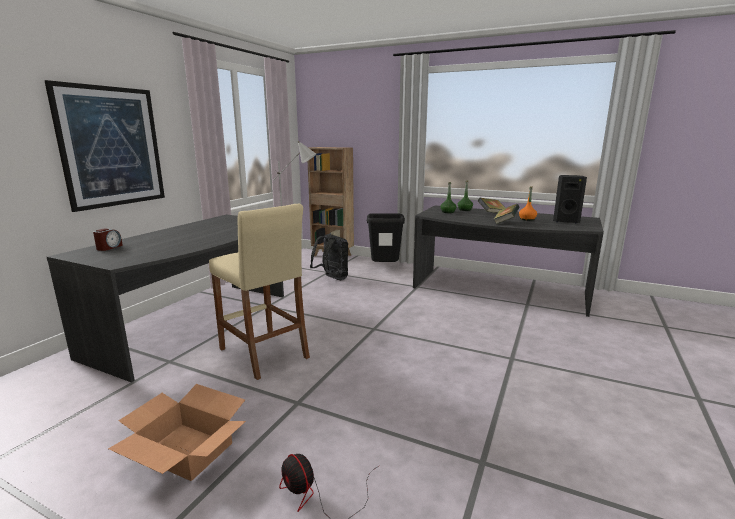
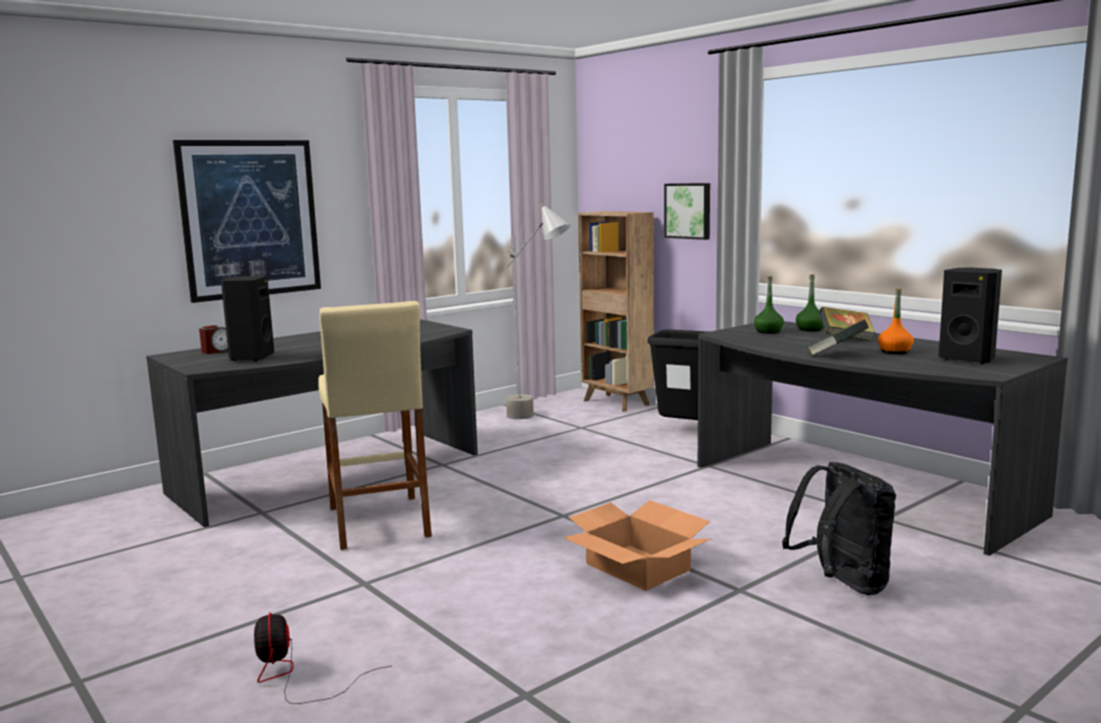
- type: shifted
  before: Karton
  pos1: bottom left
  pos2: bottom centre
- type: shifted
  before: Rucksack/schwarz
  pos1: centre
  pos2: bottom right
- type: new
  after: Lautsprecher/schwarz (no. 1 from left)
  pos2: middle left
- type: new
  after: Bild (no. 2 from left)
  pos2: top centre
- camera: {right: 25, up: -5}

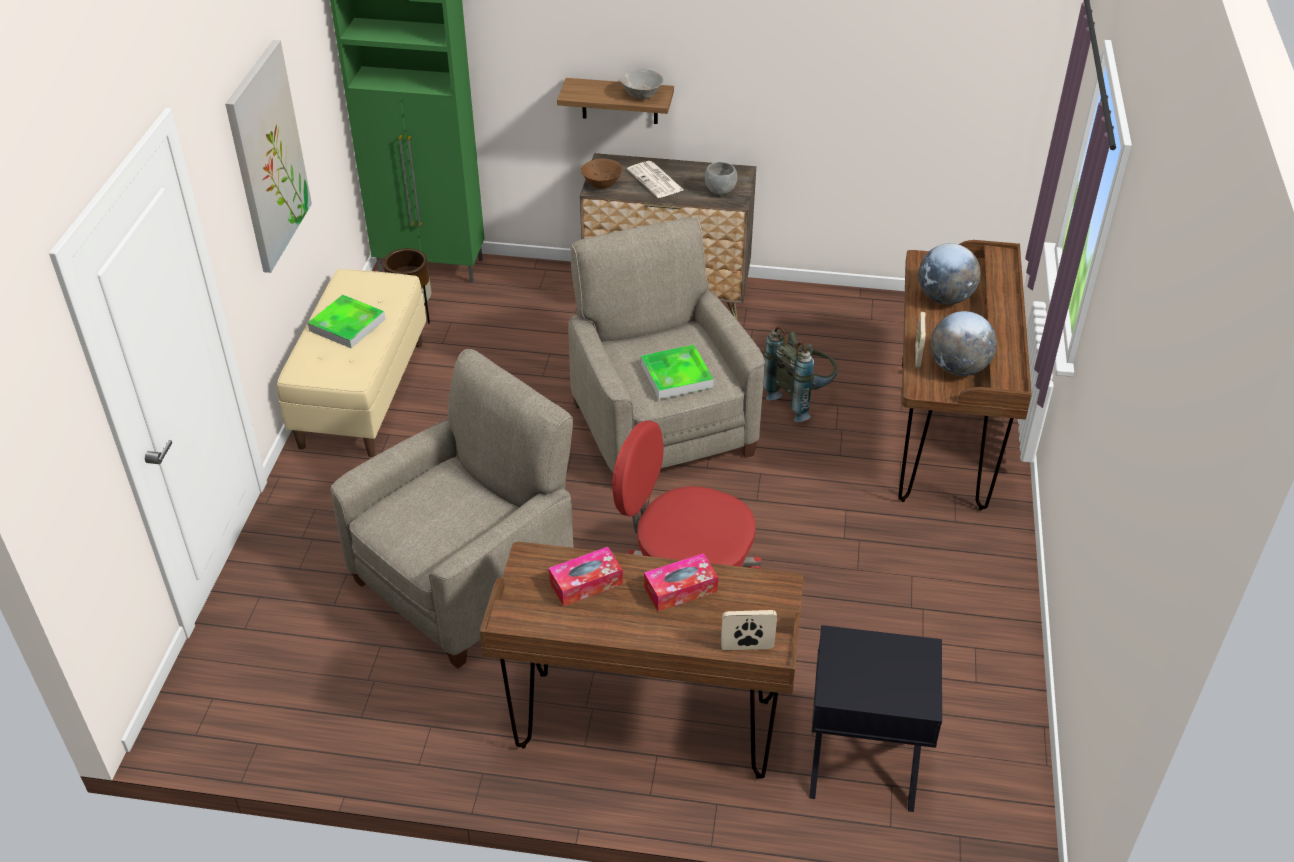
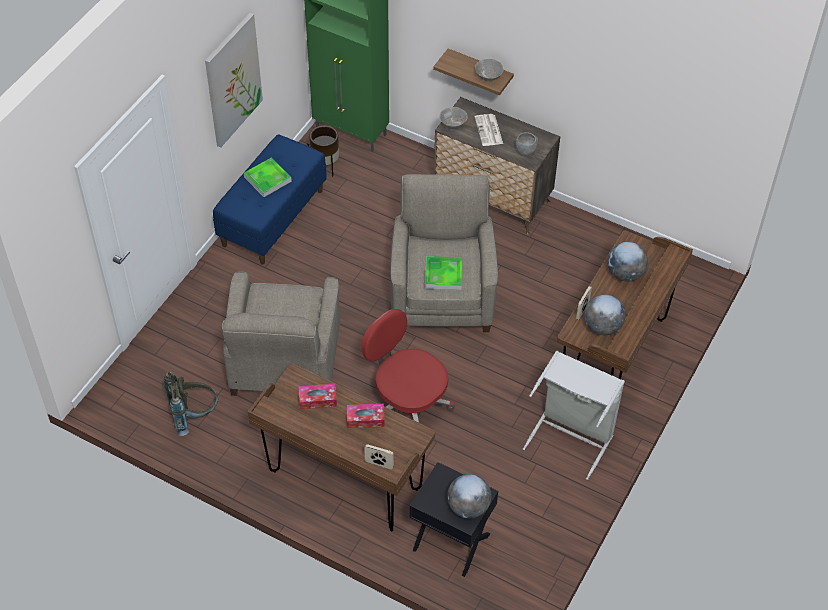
- type: repainted
  before: Bank/beige
  after: Bank/blau
  pos1: middle left
  pos2: top left
- type: rotated
  before: Sessel/beige (no. 1 from left)
  pos1: centre
  pos2: centre
  turn: 120
- type: repainted
  before: Schüssel/braun
  after: Schüssel/grau (no. 1 from left)
  pos1: top centre
  pos2: top centre
- type: shifted
  before: Rucksack/grau
  pos1: centre
  pos2: middle left
- type: new
  after: Globus (no. 1 from left)
  pos2: bottom centre
- type: new
  after: Wäschekorb/grau
  pos2: bottom right
- camera: {right: 20, up: 10}

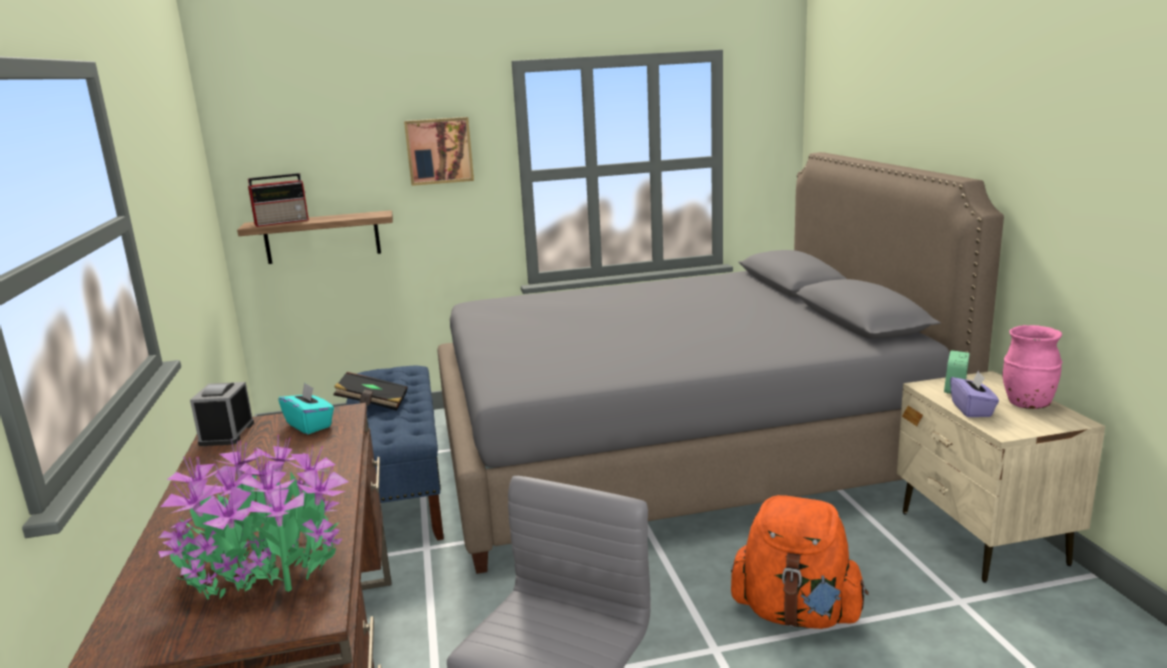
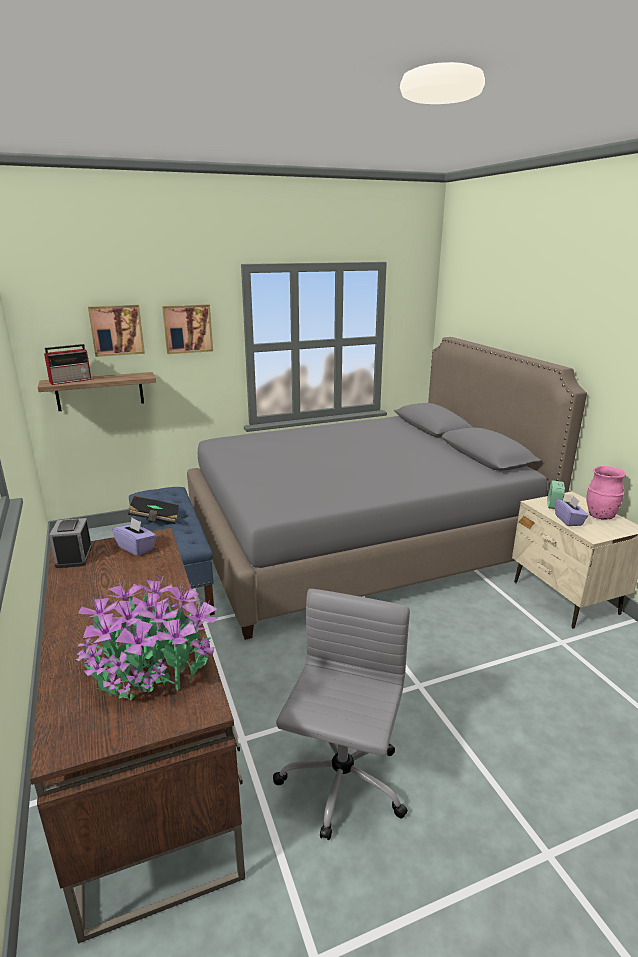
- type: repainted
  before: Taschentuchbox/türkis
  after: Taschentuchbox/lila (no. 1 from left)
  pos1: middle left
  pos2: middle left
- type: gone
  before: Rucksack/orange
  pos1: bottom right
- type: new
  after: Bild (no. 1 from left)
  pos2: middle left
- camera: {right: -10, up: 5}

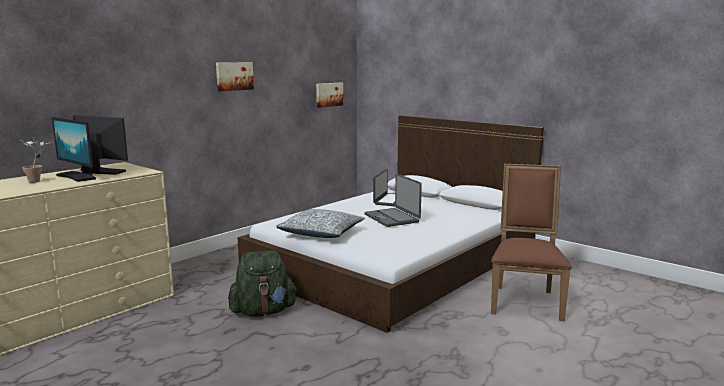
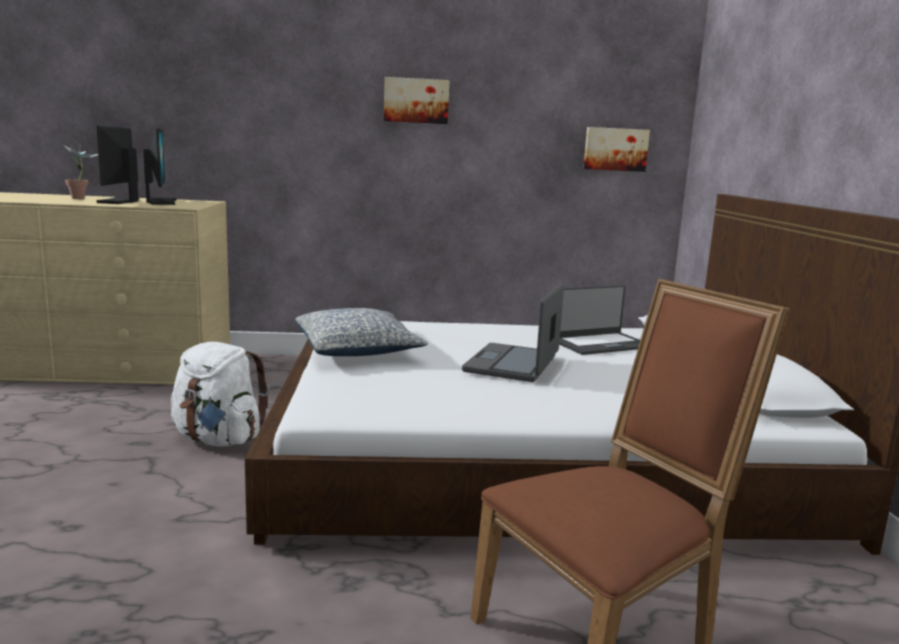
- type: repainted
  before: Rucksack/grün
  after: Rucksack/weiß
  pos1: bottom centre
  pos2: middle left
- camera: {right: 45, up: 0}

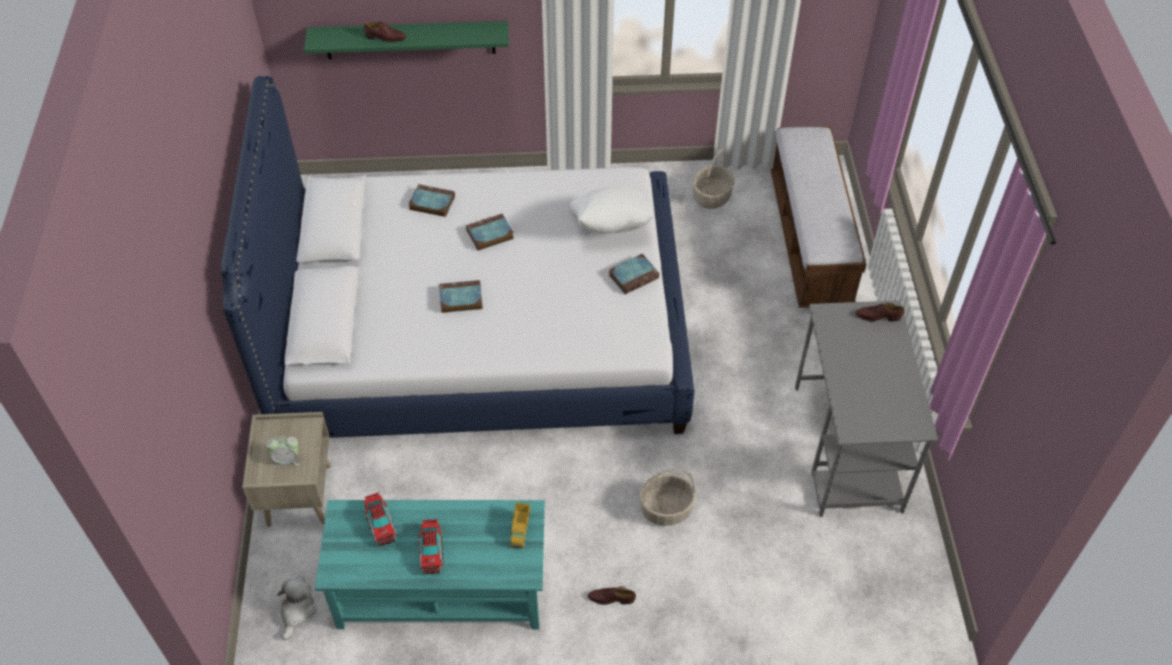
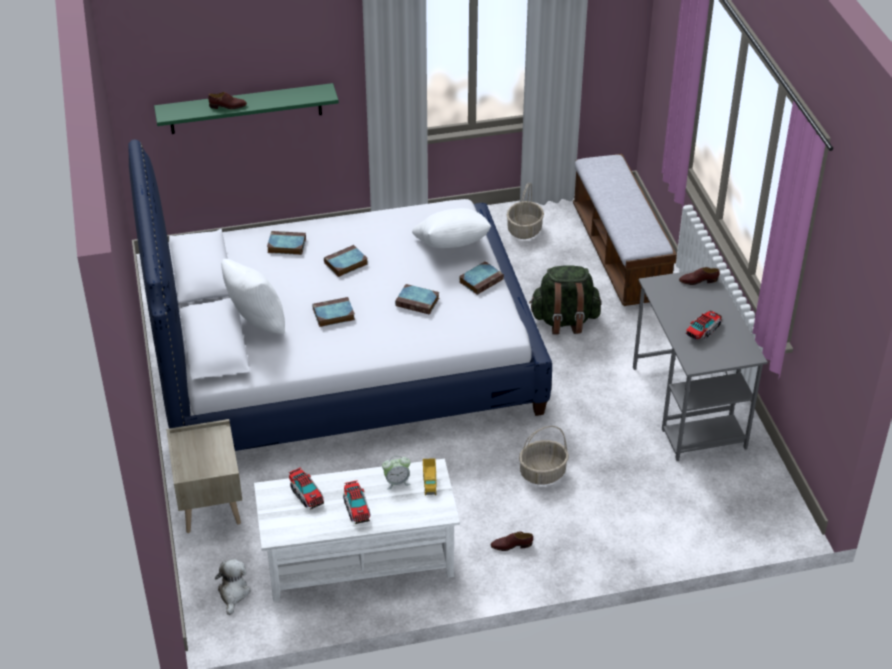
- type: shifted
  before: Wecker
  pos1: bottom left
  pos2: bottom centre
- type: repainted
  before: Couchtisch/türkis
  after: Couchtisch/weiß
  pos1: bottom centre
  pos2: bottom centre
- type: new
  after: Kissen/weiß (no. 1 from left)
  pos2: middle left
- type: new
  after: Buch (no. 4 from left)
  pos2: centre
- type: new
  after: Rucksack/grün
  pos2: centre
- type: new
  after: Spielzeuglaster (no. 4 from left)
  pos2: middle right
- camera: {right: -10, up: -10}

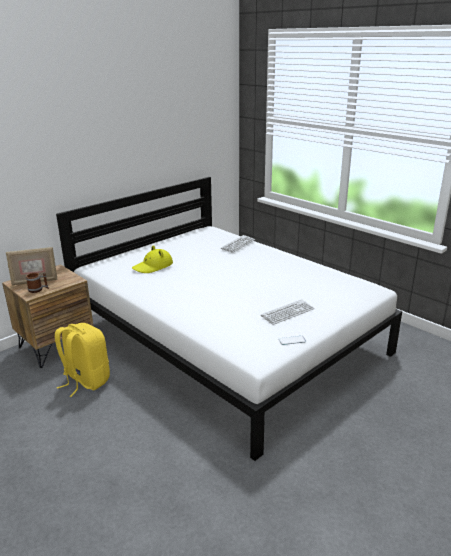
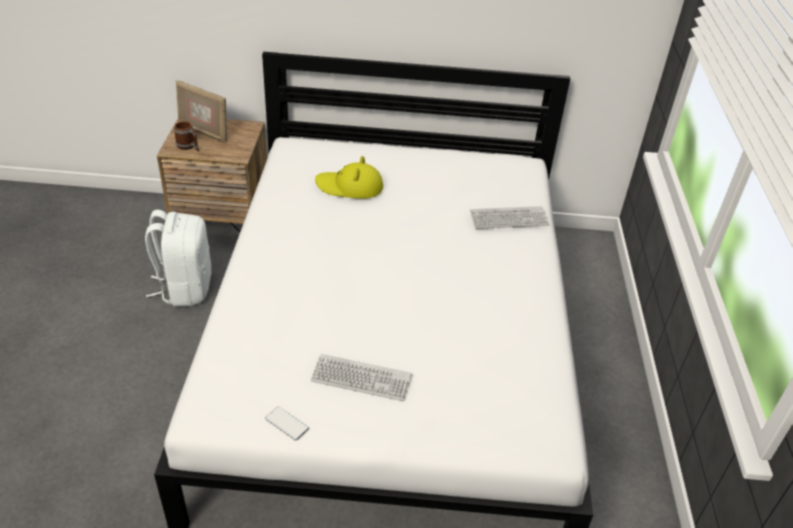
- type: repainted
  before: Rucksack/gelb
  after: Rucksack/weiß
  pos1: middle left
  pos2: middle left
- camera: {right: 45, up: 15}

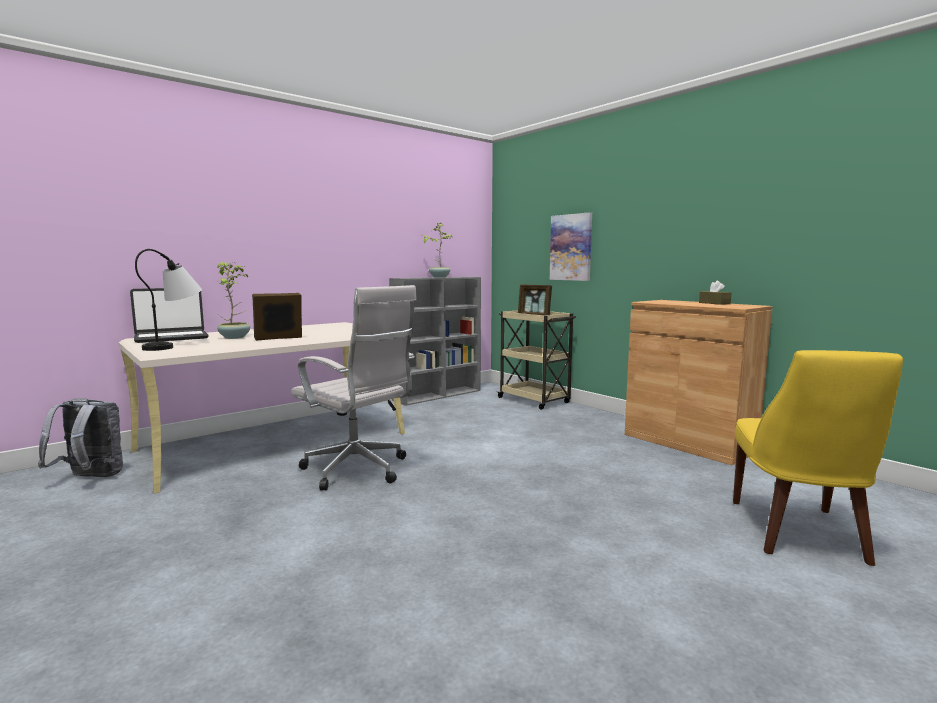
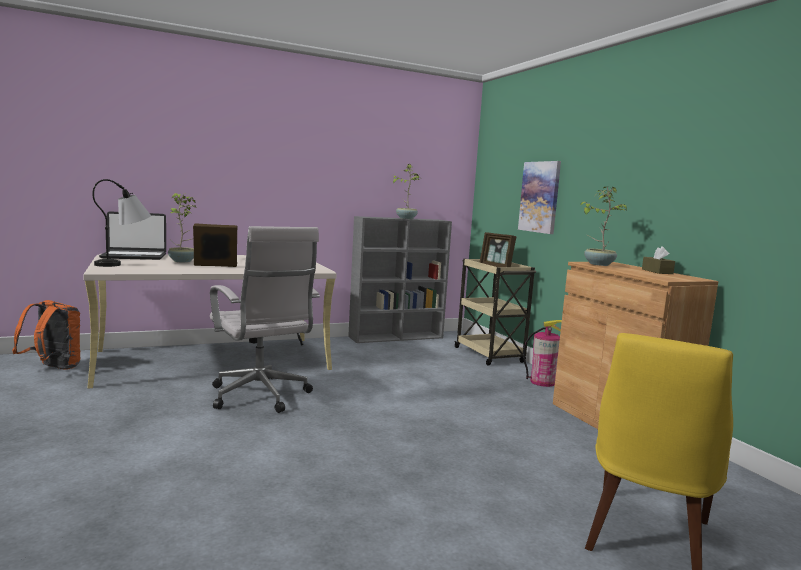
- type: repainted
  before: Rucksack/grau
  after: Rucksack/orange
  pos1: middle left
  pos2: middle left
- type: new
  after: Feuerlöscher
  pos2: middle right
- type: new
  after: Topfpflanze (no. 3 from left)
  pos2: middle right
- camera: {right: 15, up: 0}

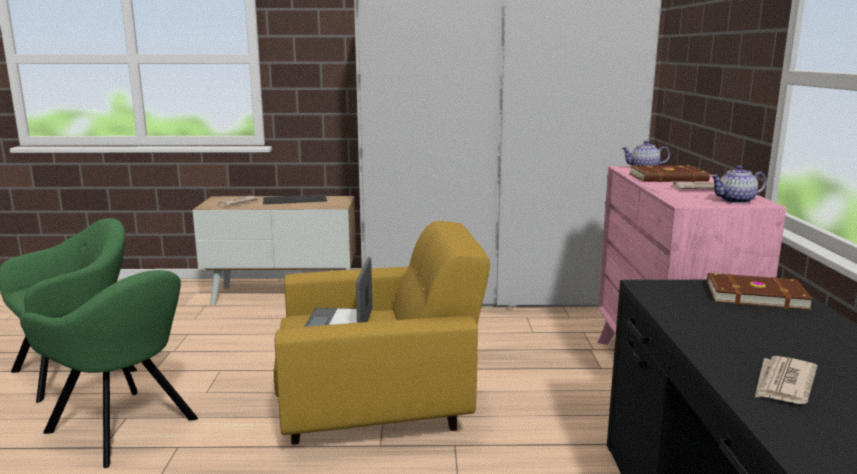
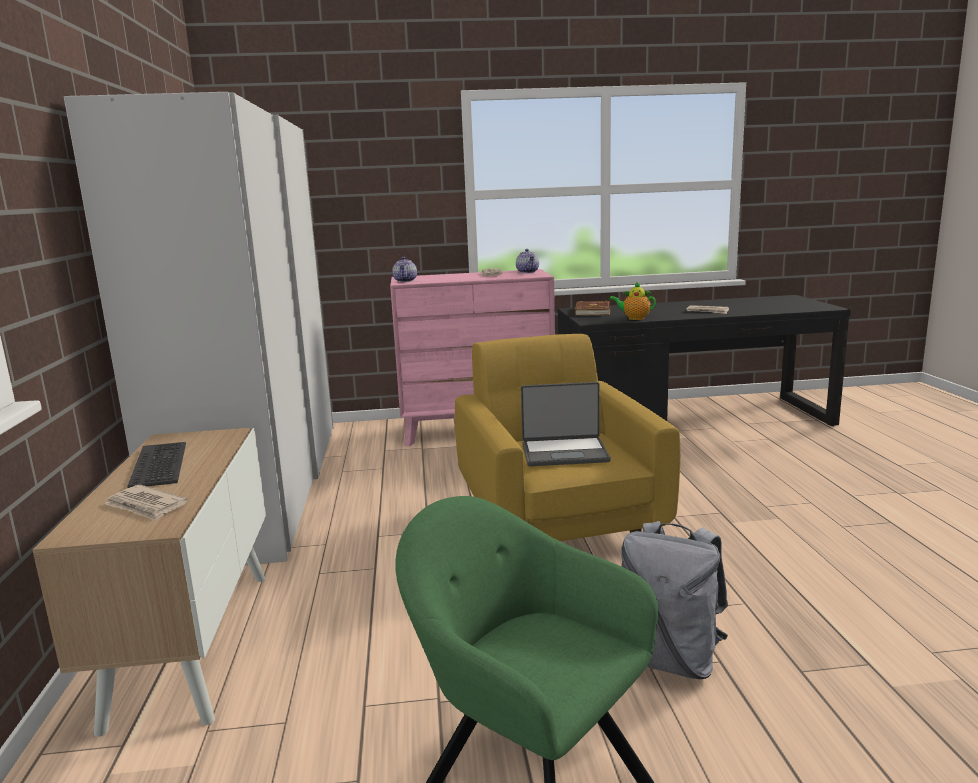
- type: swapped
  before: Sessel/grün (no. 2 from left)
  after: Rucksack/grau
  pos1: bottom left
  pos2: bottom right
- type: gone
  before: Buch/braun (no. 1 from left)
  pos1: middle right
- type: new
  after: Teekanne (no. 3 from left)
  pos2: centre
- camera: {right: -95, up: 0}

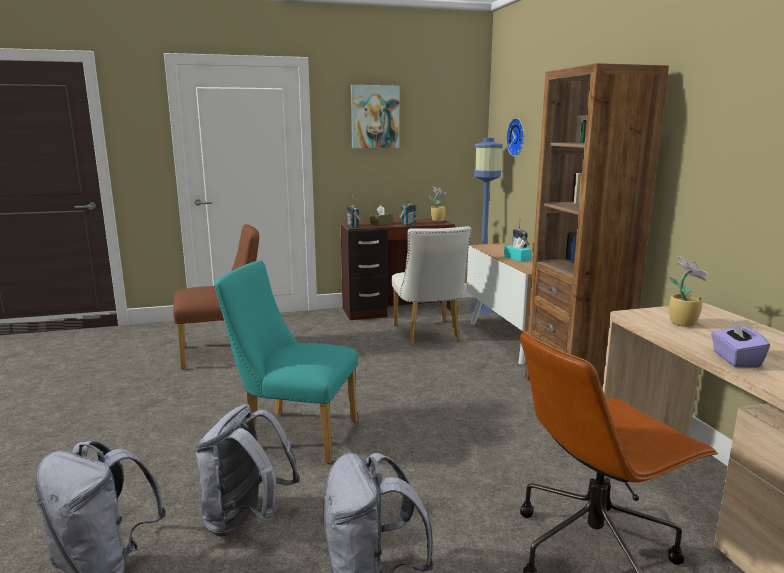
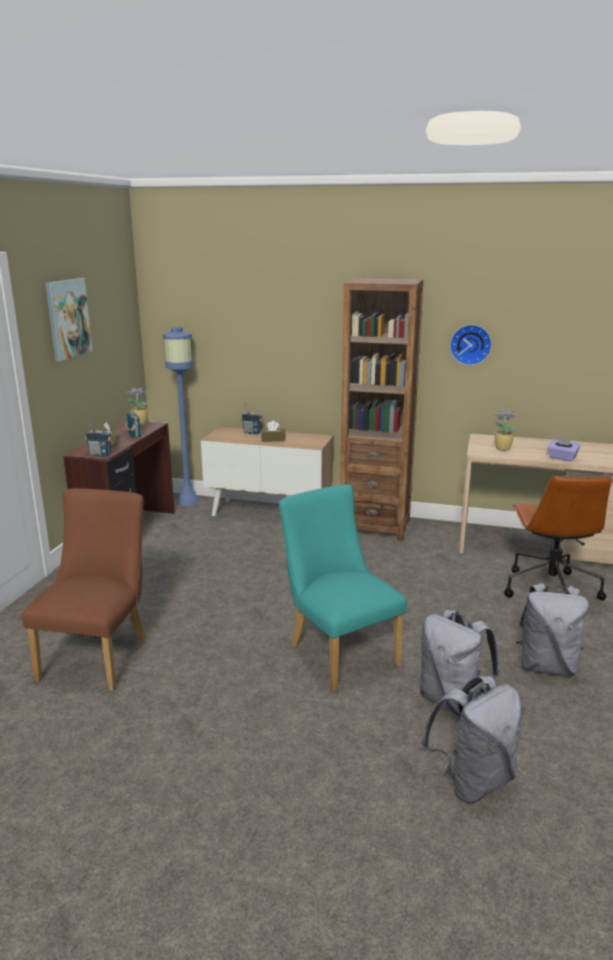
- type: rotated
  before: Stuhl/türkis
  pos1: centre
  pos2: centre
  turn: 105
- type: gone
  before: Stuhl/weiß
  pos1: centre
- type: repainted
  before: Taschentuchbox/türkis
  after: Taschentuchbox/braun (no. 2 from left)
  pos1: centre
  pos2: centre
- type: shifted
  before: Wanduhr
  pos1: top centre
  pos2: middle right
- camera: {right: -60, up: 5}

